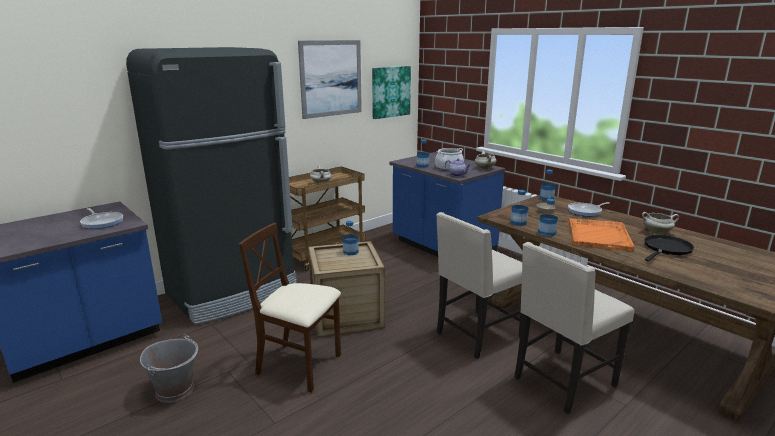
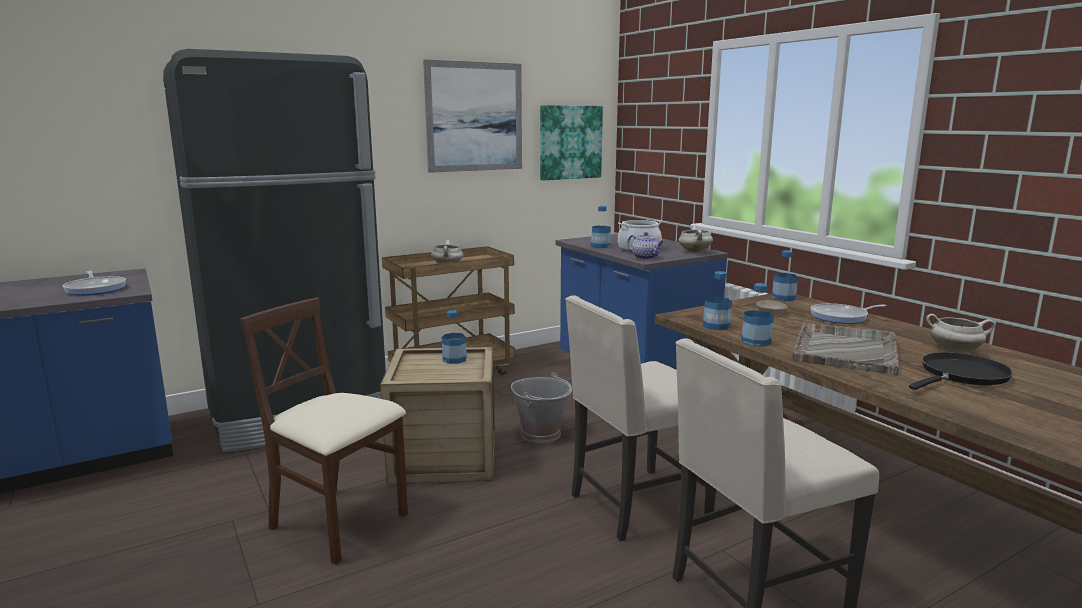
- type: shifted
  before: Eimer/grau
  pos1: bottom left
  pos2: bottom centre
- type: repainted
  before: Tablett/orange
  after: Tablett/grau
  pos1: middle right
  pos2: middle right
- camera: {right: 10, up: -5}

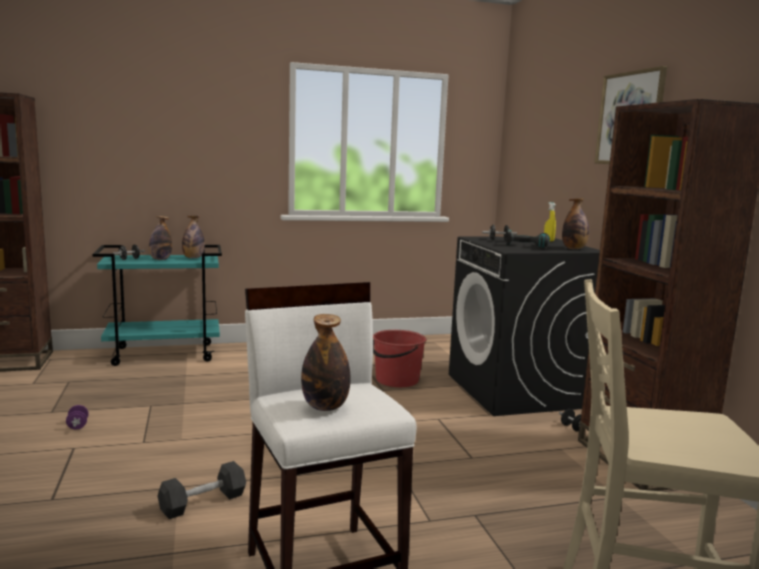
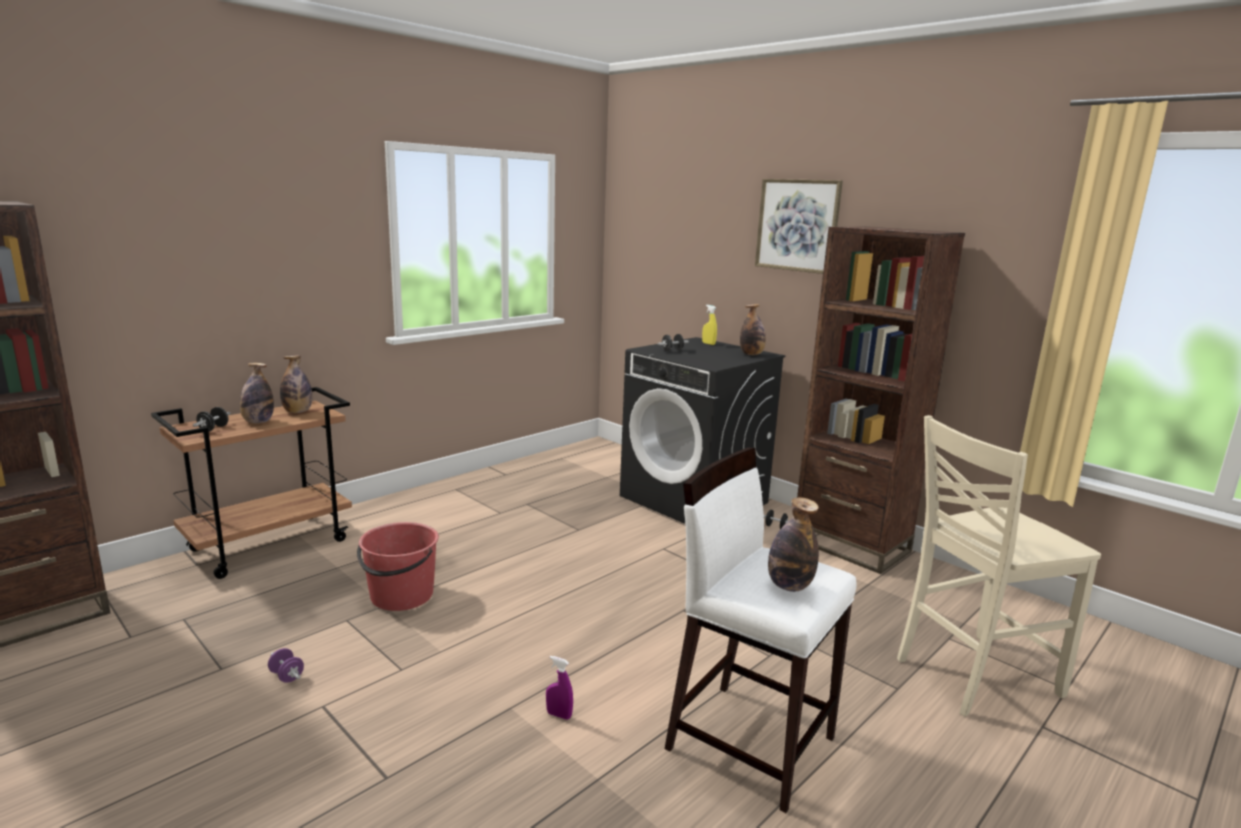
- type: repainted
  before: Rollwagen/türkis
  after: Rollwagen/braun
  pos1: middle left
  pos2: middle left
- type: swapped
  before: Hantel/schwarz (no. 2 from left)
  after: Sprühflasche/lila
  pos1: bottom left
  pos2: bottom centre
- type: shifted
  before: Eimer/rot
  pos1: centre
  pos2: bottom left
- type: gone
  before: Bohrmaschine
  pos1: middle right
- camera: {right: -30, up: 5}

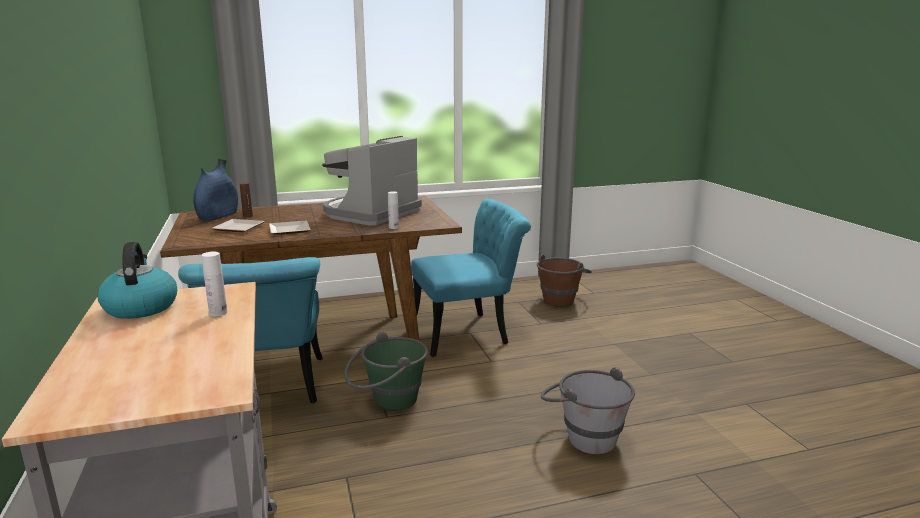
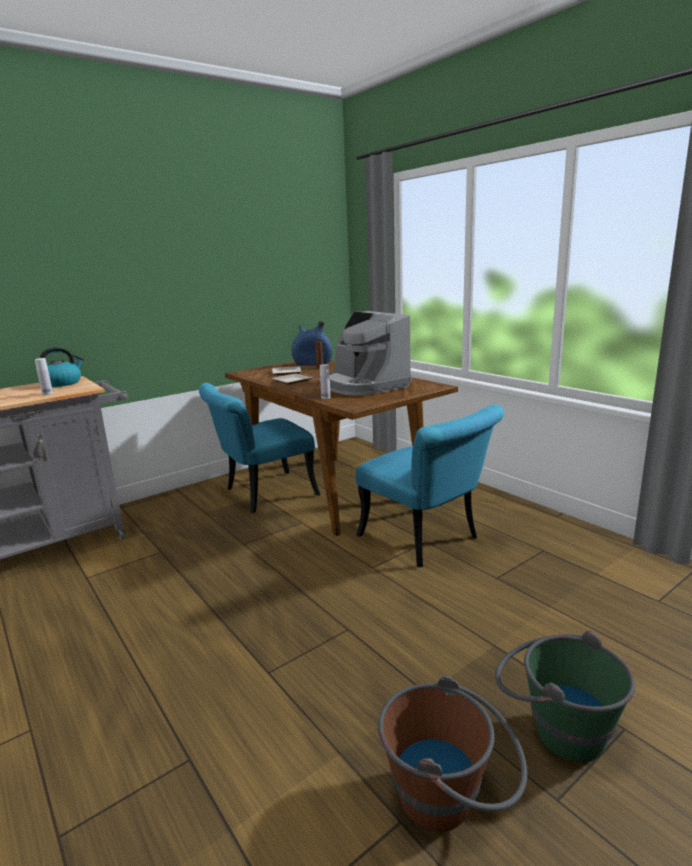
- type: rotated
  before: Kaffeemaschine
  pos1: centre
  pos2: centre
  turn: -135
- type: shifted
  before: Eimer/grün
  pos1: bottom centre
  pos2: bottom right
- type: shifted
  before: Eimer/braun
  pos1: centre
  pos2: bottom centre
- type: gone
  before: Eimer/grau
  pos1: bottom centre
- camera: {right: 70, up: 0}

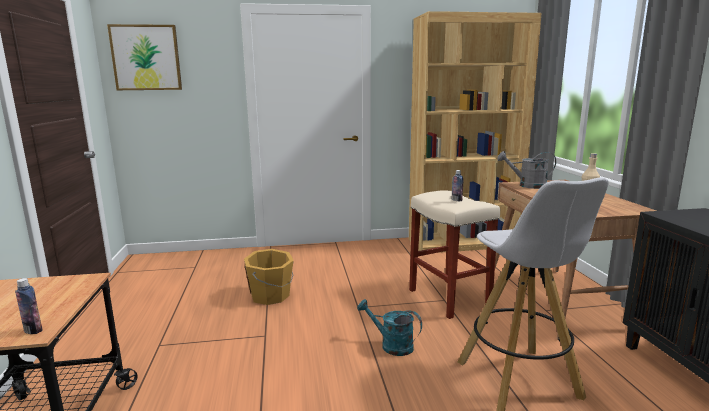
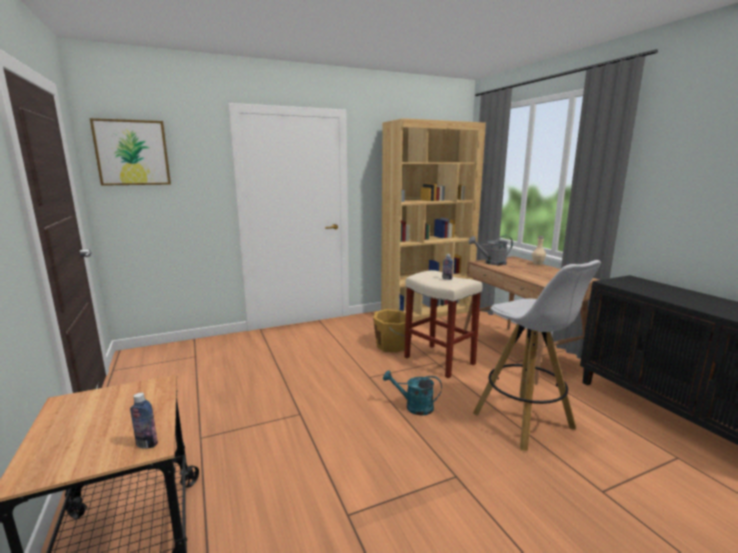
- type: shifted
  before: Eimer/orange
  pos1: bottom centre
  pos2: centre
- camera: {right: -15, up: 0}

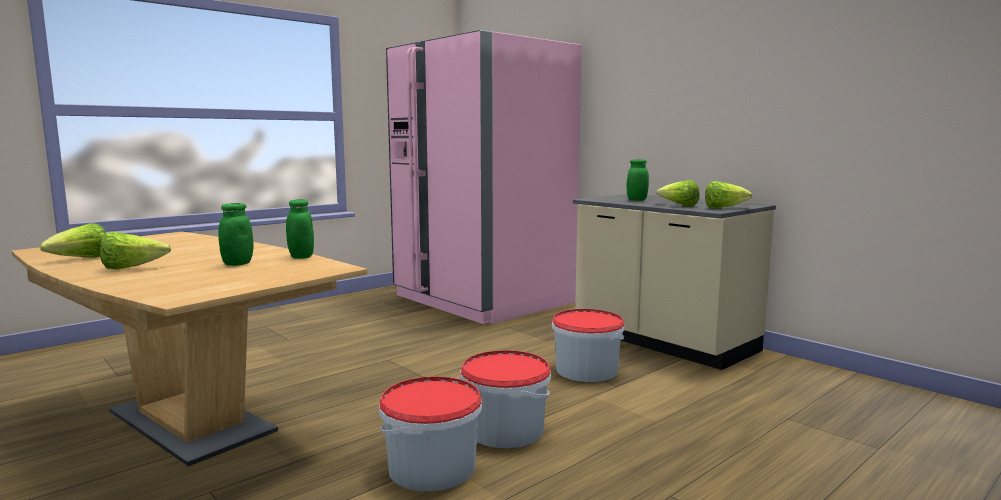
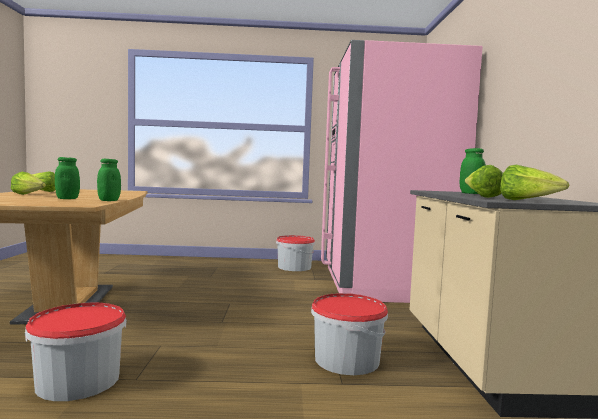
- type: shifted
  before: Eimer (no. 2 from left)
  pos1: bottom centre
  pos2: centre
- camera: {right: 40, up: -5}

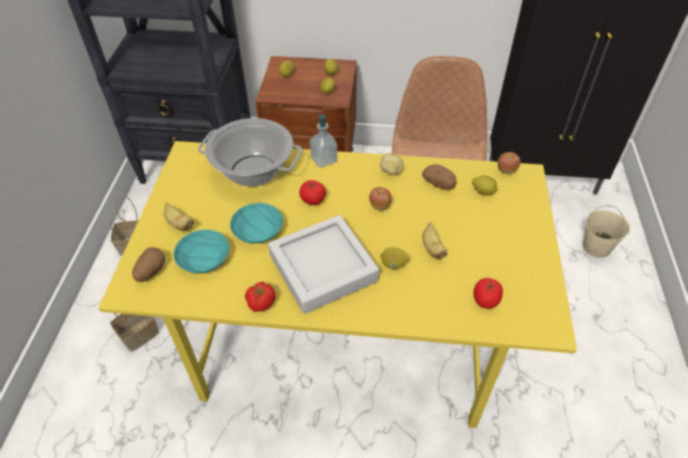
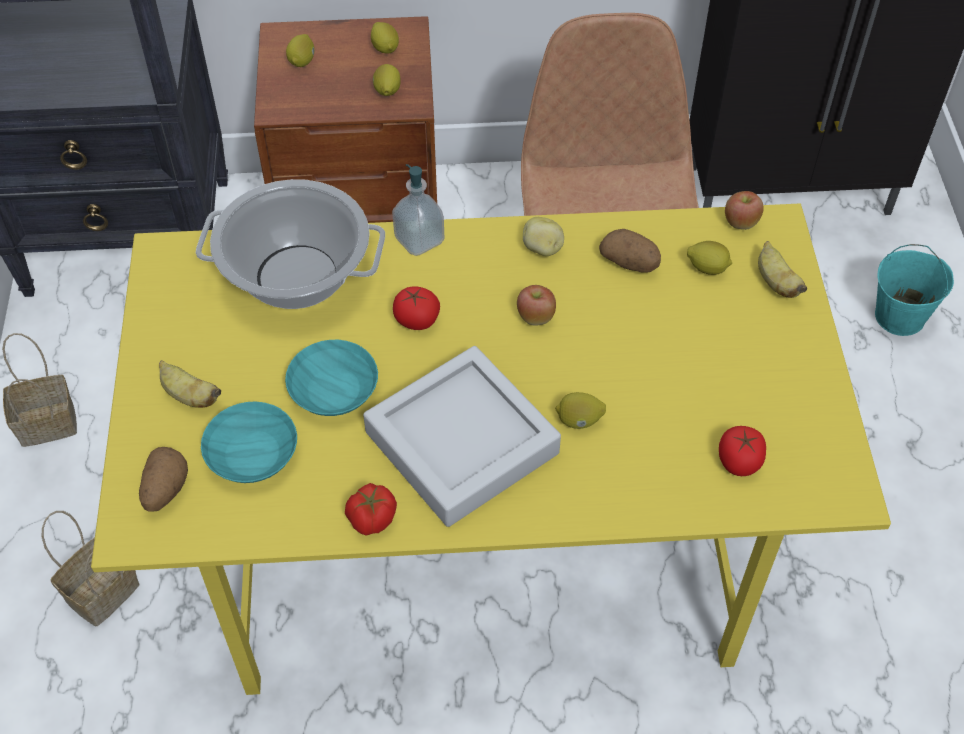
- type: shifted
  before: Banane (no. 2 from left)
  pos1: centre
  pos2: middle right
- type: repainted
  before: Eimer/beige
  after: Eimer/türkis
  pos1: middle right
  pos2: middle right
- camera: {right: -10, up: 5}

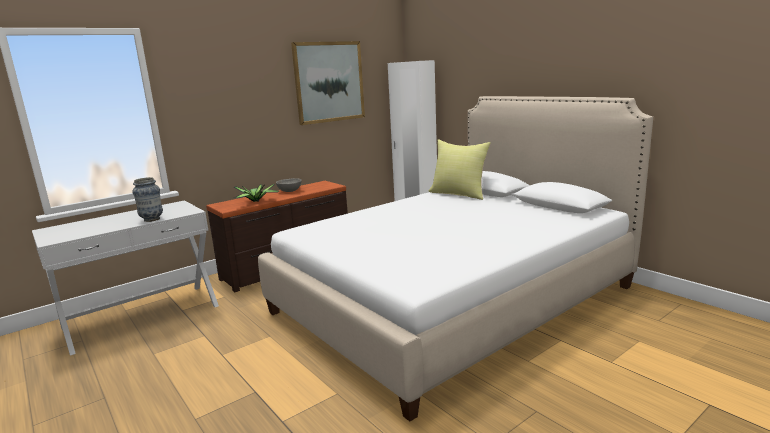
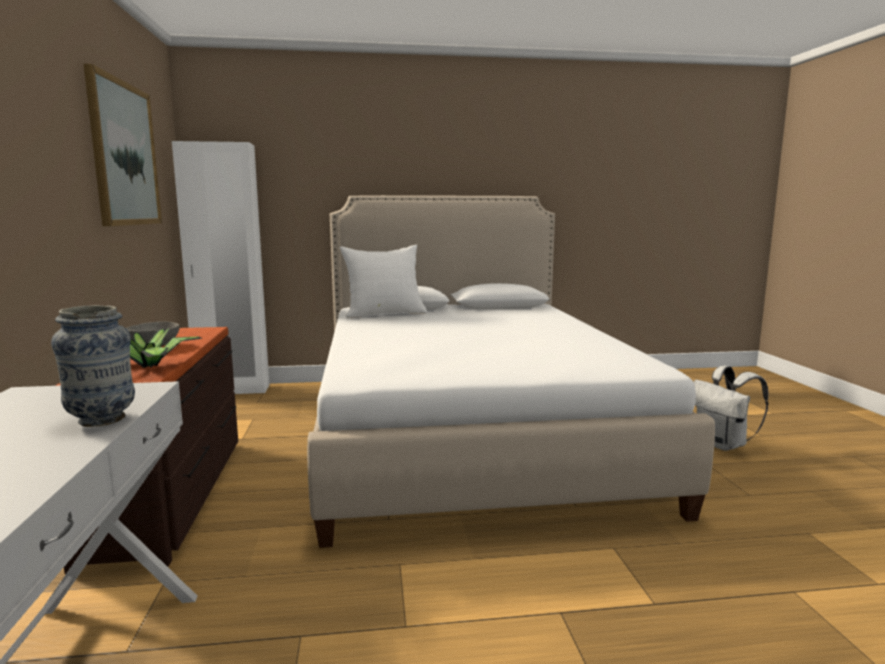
- type: repainted
  before: Kissen/gelb
  after: Kissen/weiß
  pos1: centre
  pos2: centre
- type: new
  after: Rucksack/weiß
  pos2: middle right
- camera: {right: -60, up: -5}

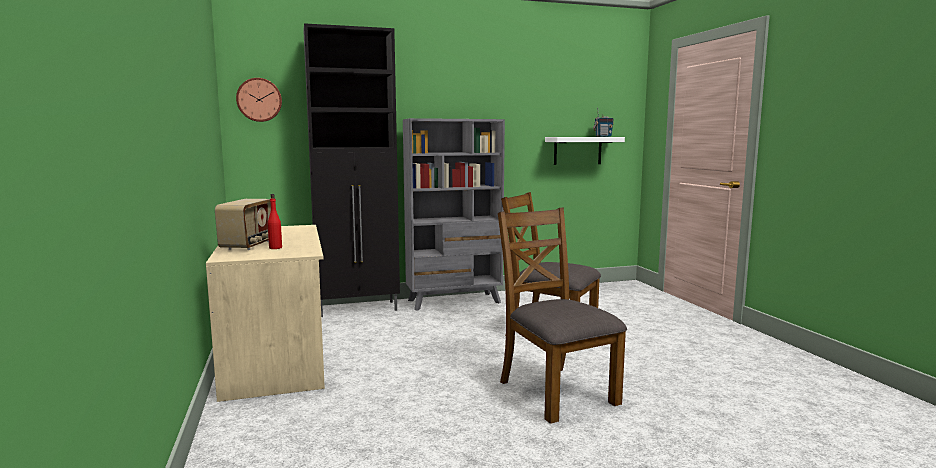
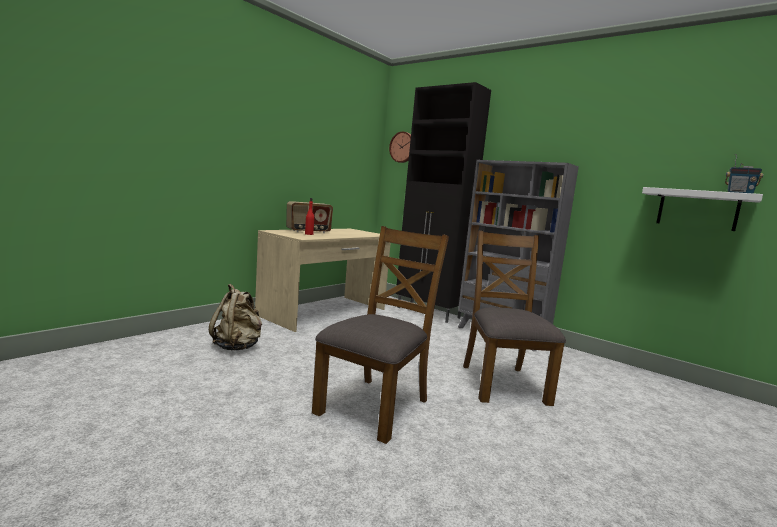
- type: new
  after: Rucksack/beige
  pos2: middle left
- camera: {right: 55, up: 0}

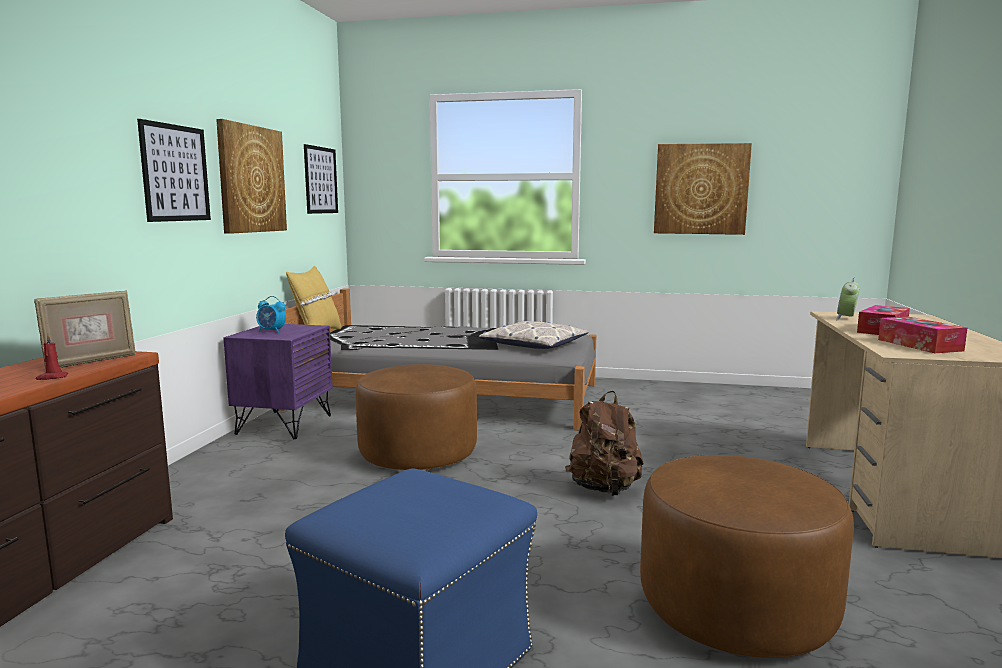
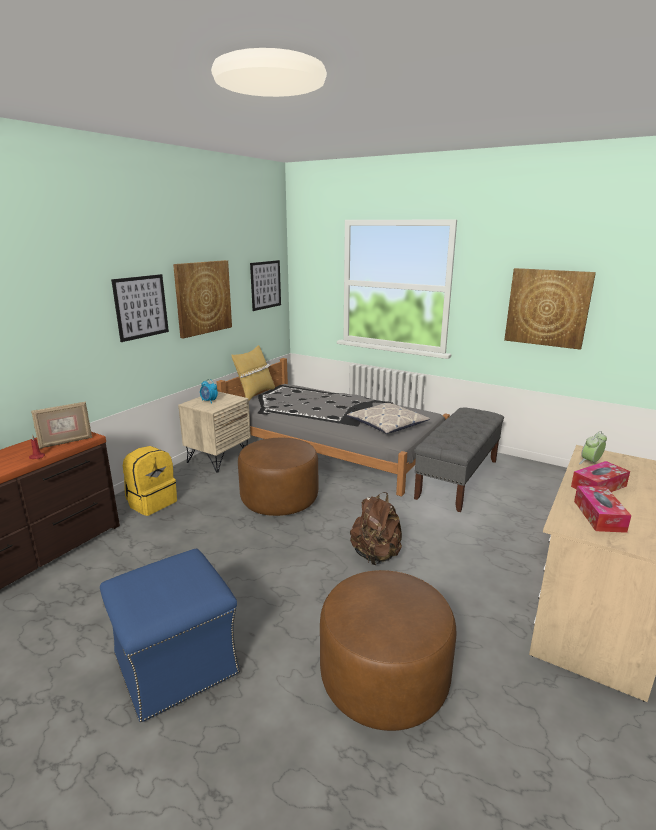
- type: repainted
  before: Nachttisch/lila
  after: Nachttisch/beige
  pos1: middle left
  pos2: middle left
- type: new
  after: Rucksack/gelb
  pos2: middle left
- type: new
  after: Bank/grau
  pos2: middle right
- camera: {right: 20, up: 10}

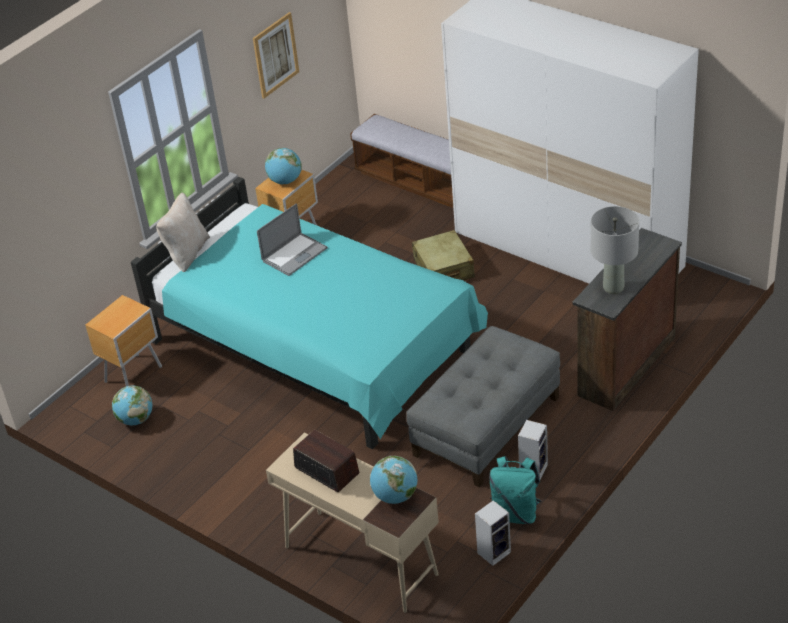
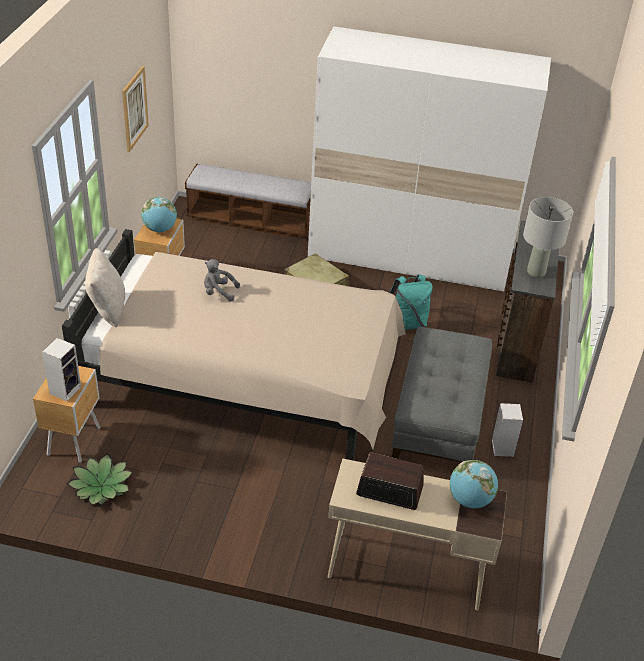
- type: swapped
  before: Globus (no. 1 from left)
  after: Topfpflanze
  pos1: middle left
  pos2: bottom left
- type: repainted
  before: Bett/türkis
  after: Bett/beige
  pos1: centre
  pos2: centre
- type: swapped
  before: Laptop
  after: Plüschtier/grau
  pos1: centre
  pos2: centre
- type: shifted
  before: Lautsprecher (no. 1 from left)
  pos1: bottom centre
  pos2: middle left
- type: shifted
  before: Rucksack/türkis
  pos1: bottom centre
  pos2: centre
- camera: {right: -30, up: 0}

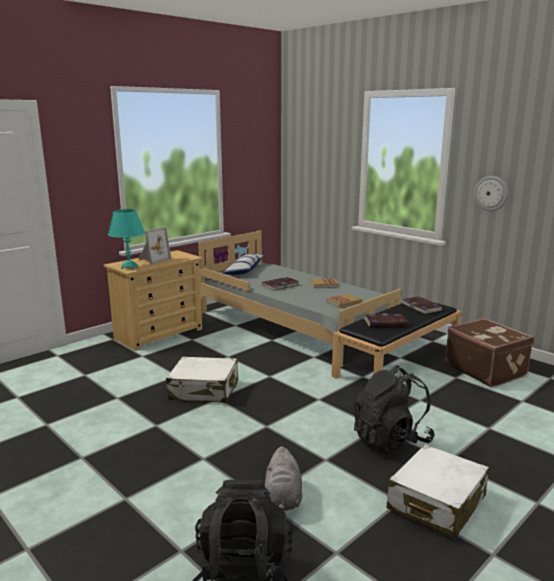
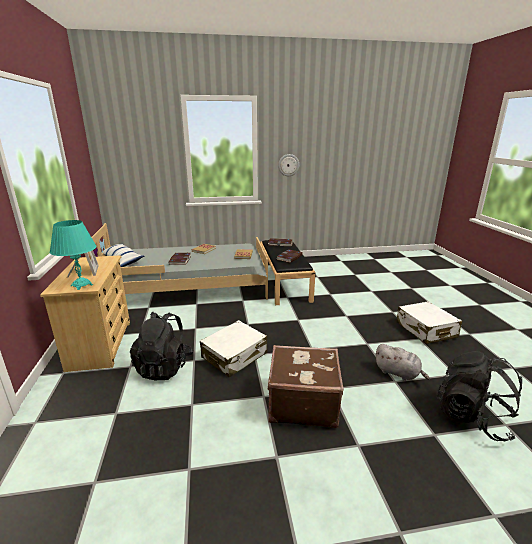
- type: shifted
  before: Rucksack/schwarz (no. 2 from left in the first image)
  after: Rucksack/schwarz (no. 1 from left)
  pos1: bottom right
  pos2: middle left
- type: shifted
  before: Koffer/braun
  pos1: middle right
  pos2: bottom centre
- camera: {right: -55, up: 5}

